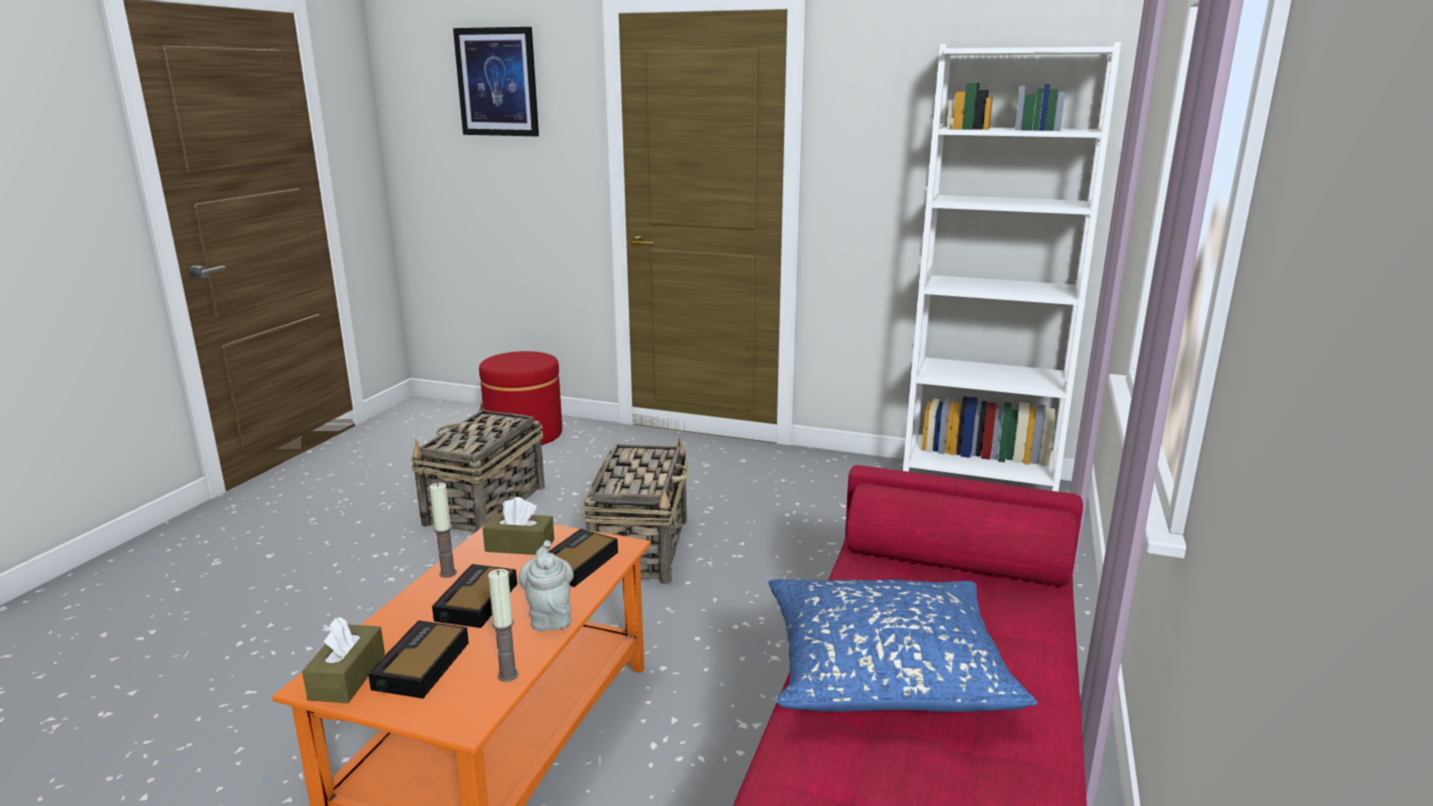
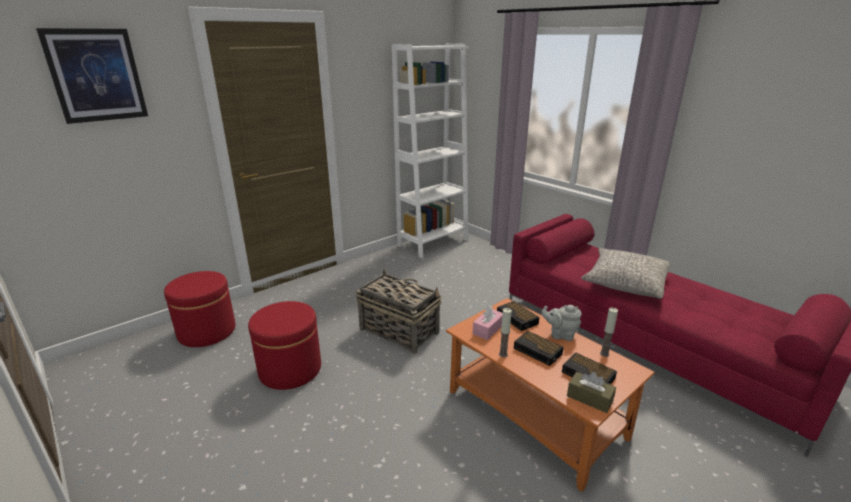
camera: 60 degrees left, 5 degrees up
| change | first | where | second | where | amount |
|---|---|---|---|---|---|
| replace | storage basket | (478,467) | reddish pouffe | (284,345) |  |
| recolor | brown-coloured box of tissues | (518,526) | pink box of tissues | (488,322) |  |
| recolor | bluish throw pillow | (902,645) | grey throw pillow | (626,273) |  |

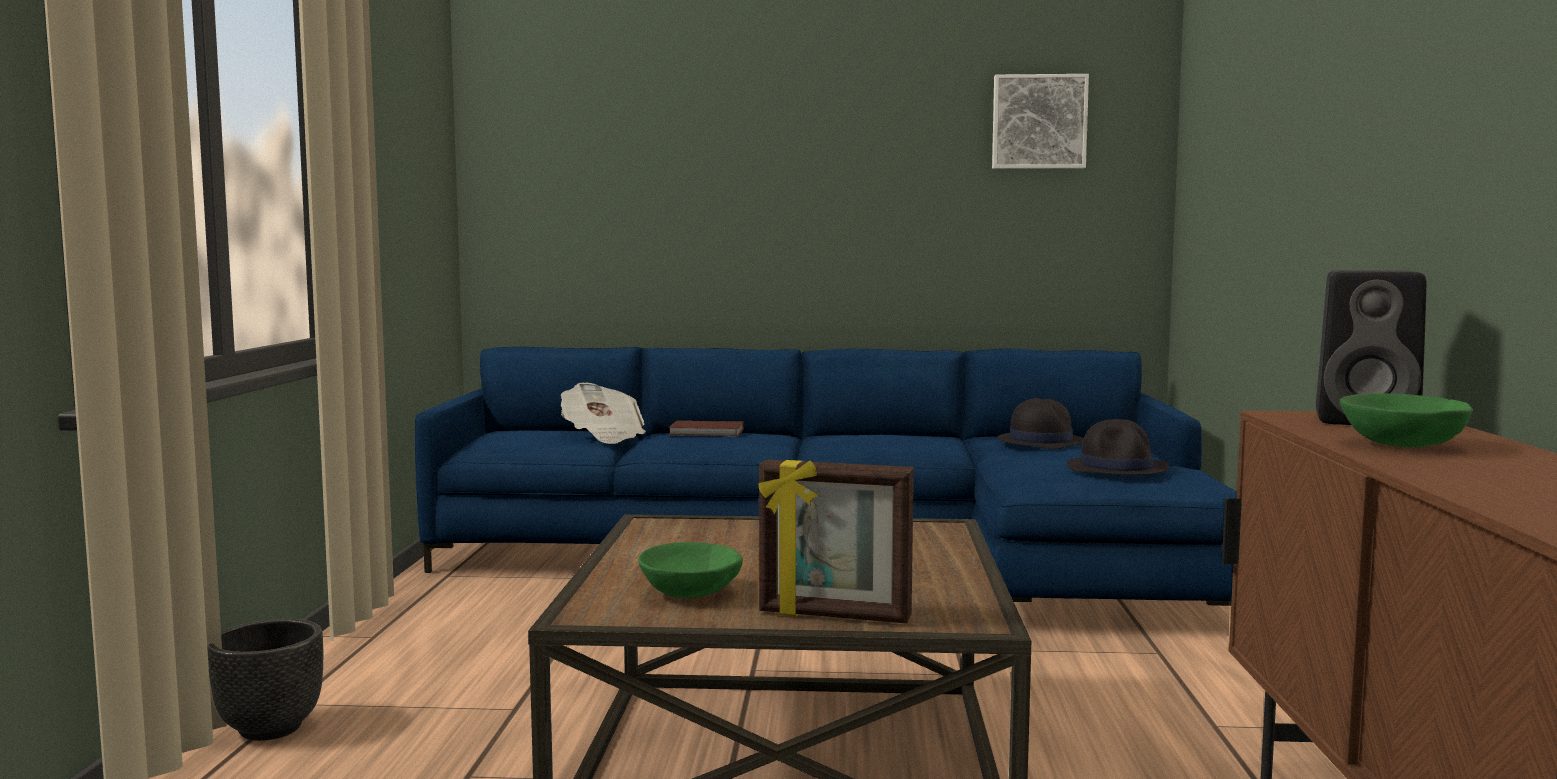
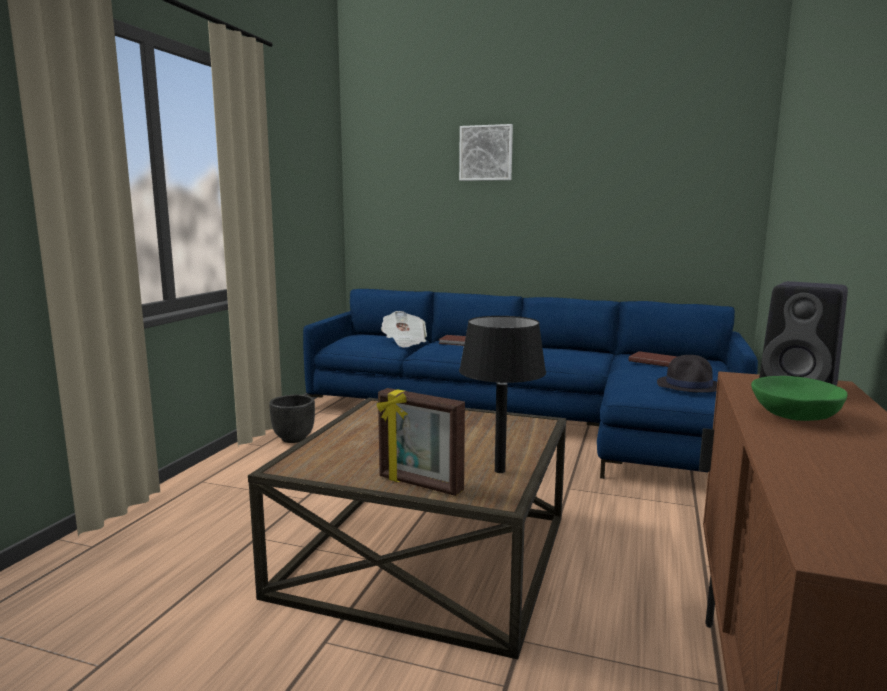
camera: 15 degrees right, 5 degrees up
| change | first | where | second | where | amount |
|---|---|---|---|---|---|
| move | blackish plant pot | (265,680) |  | (292,419) |  |
| move | picture | (1040,121) |  | (486,152) |  |
| insert |  |  | blackish lamp for a table | (502,394) |  |
| replace | blackish clothing hat | (1040,423) | brown-coloured book | (653,359) |  |
| delete | green-coloured deep dish | (690,570) |  |  |  |

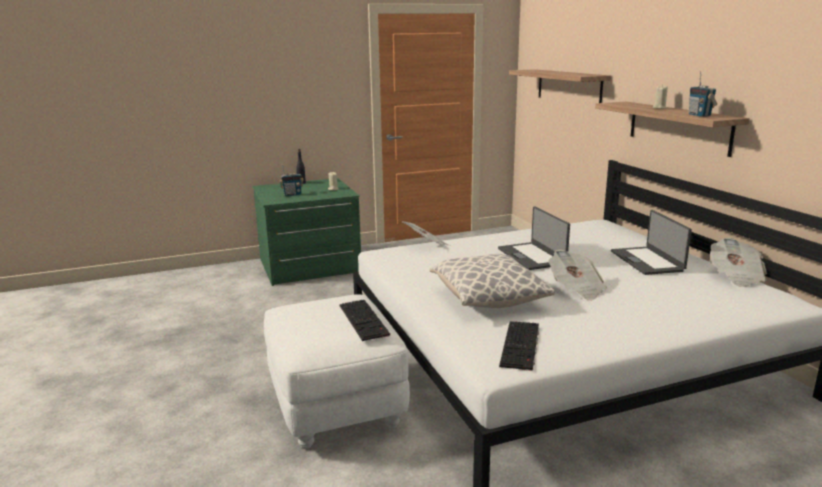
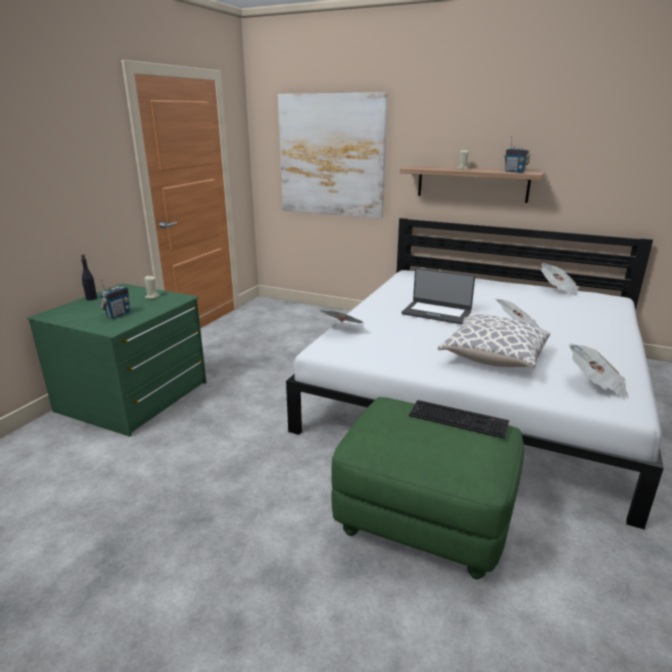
camera: 45 degrees left, 5 degrees up
| change | first | where | second | where | amount |
|---|---|---|---|---|---|
| replace | wall shelf | (560,86) | picture | (333,155) |  |
| recolor | white-coloured pouffe | (337,371) | green-coloured pouffe | (427,488) |  |
| replace | keyboard | (519,346) | newspaper | (599,371) |  |
| delete | notebook computer | (651,242) |  |  |  |

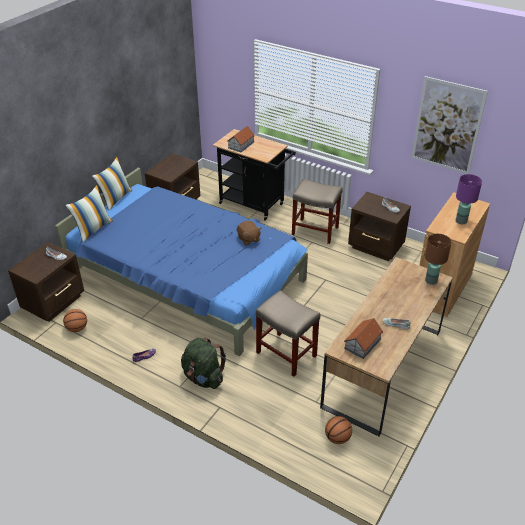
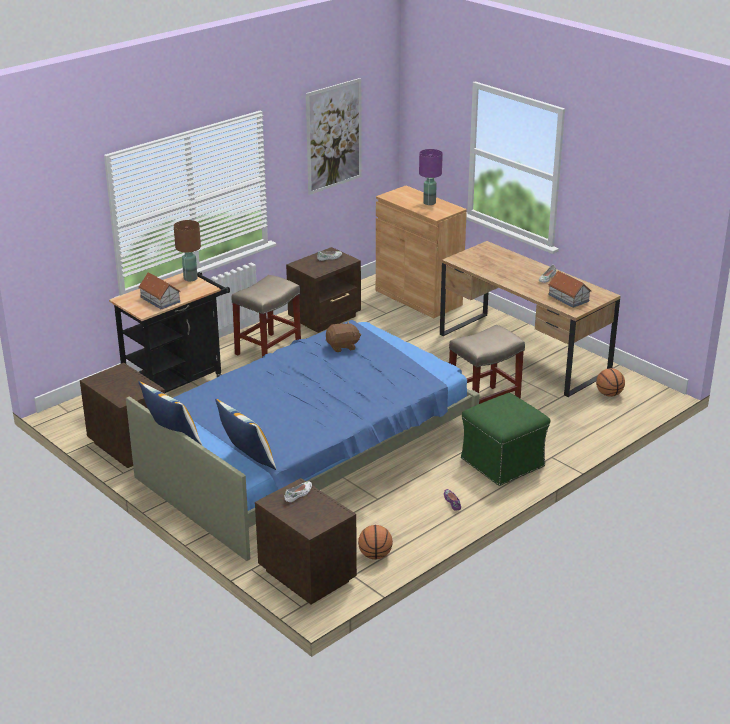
camera: 75 degrees left, 10 degrees down
| change | first | where | second | where | amount |
|---|---|---|---|---|---|
| move | brown-coloured lamp for a table | (438,259) |  | (187,250) |  |
| replace | green-coloured rucksack | (203,363) | green-coloured pouffe | (506,439) |  |

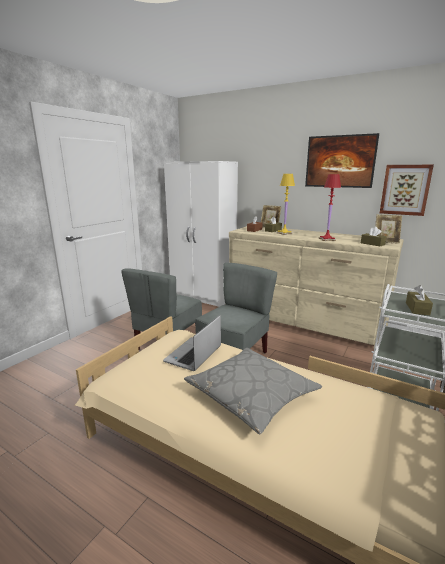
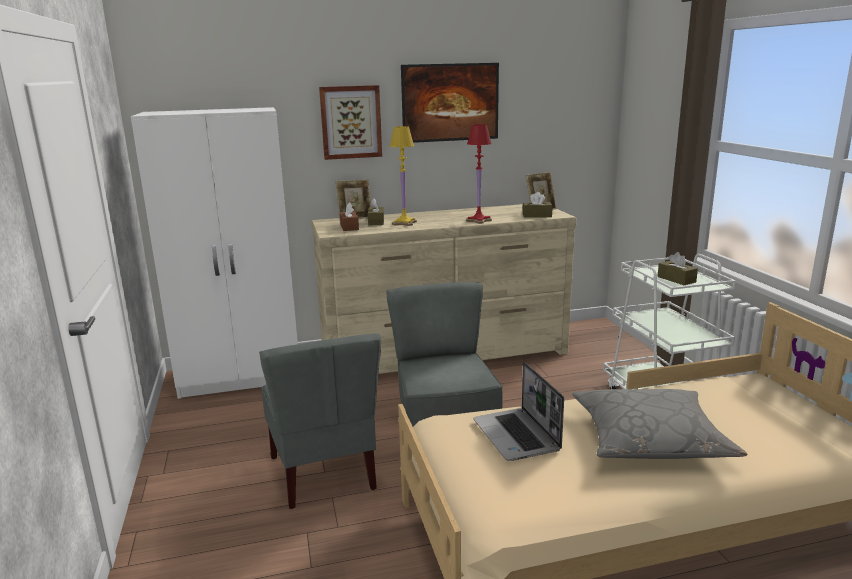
camera: 45 degrees left, 0 degrees up
| change | first | where | second | where | amount |
|---|---|---|---|---|---|
| move | picture | (407,190) |  | (350,122) |  |

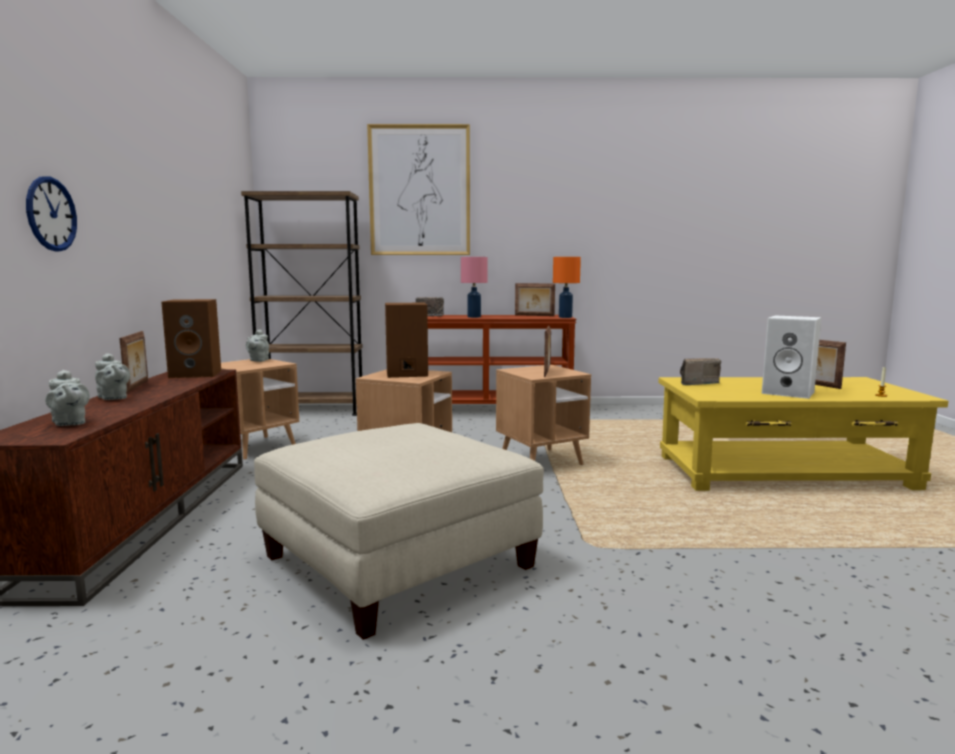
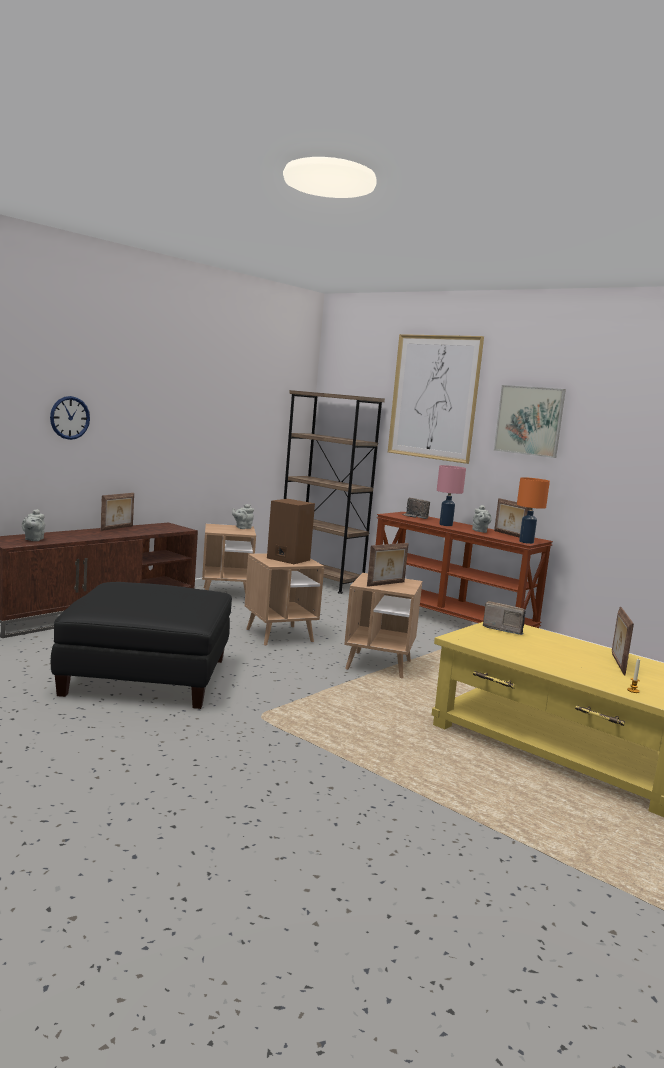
camera: 40 degrees right, 0 degrees up
| change | first | where | second | where | amount |
|---|---|---|---|---|---|
| recolor | beige-coloured pouffe | (399,531) | blackish pouffe | (141,645) |  |
| move | grey pot for tea | (112,376) |  | (482,519) |  |
| insert |  |  | picture | (530,421) |  |
| delete | brown-coloured loudspeaker | (191,338) |  |  |  |
| delete | white-coloured loudspeaker | (792,357) |  |  |  |

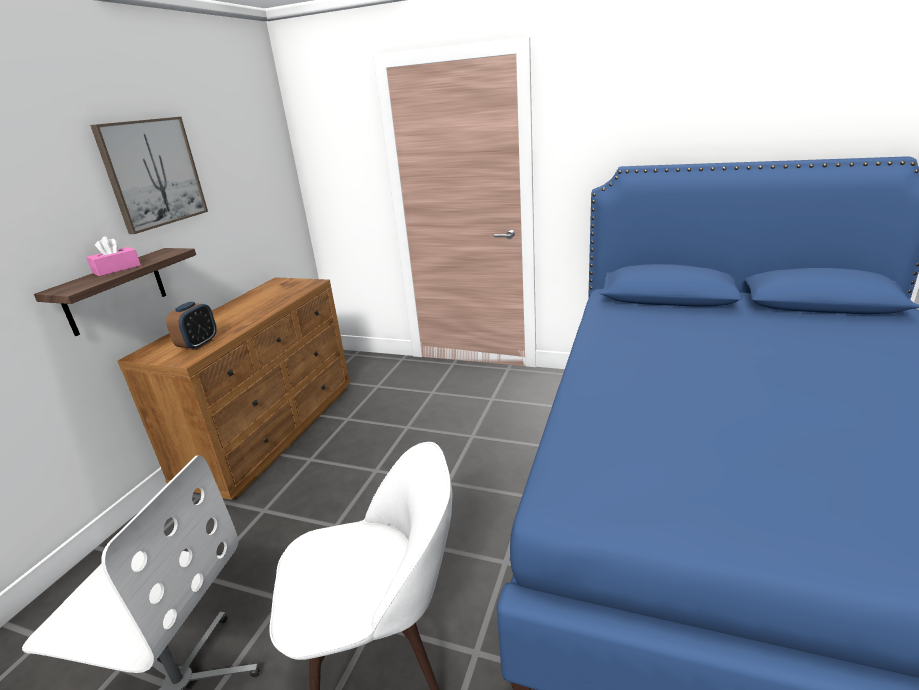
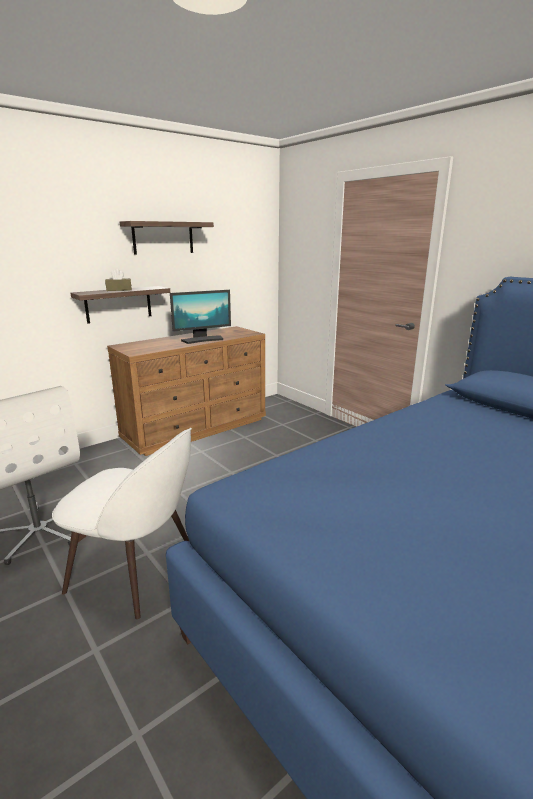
camera: 30 degrees right, 5 degrees down
| change | first | where | second | where | amount |
|---|---|---|---|---|---|
| recolor | pink box of tissues | (113,256) | brown-coloured box of tissues | (118,280) |  |
| replace | picture | (149,175) | wall shelf | (167,238) |  |
| insert |  |  | monitor | (200,317) |  |
| delete | alarm clock | (191,326) |  |  |  |

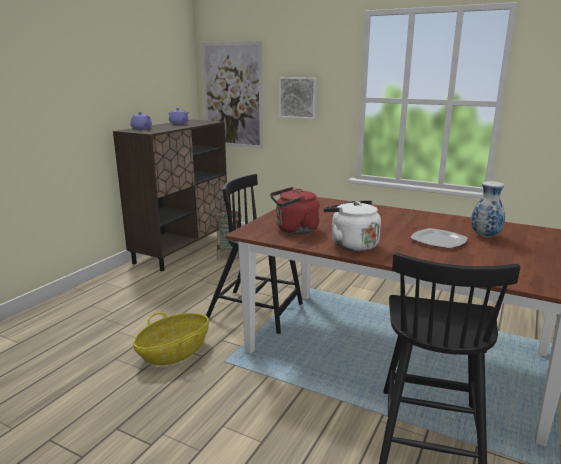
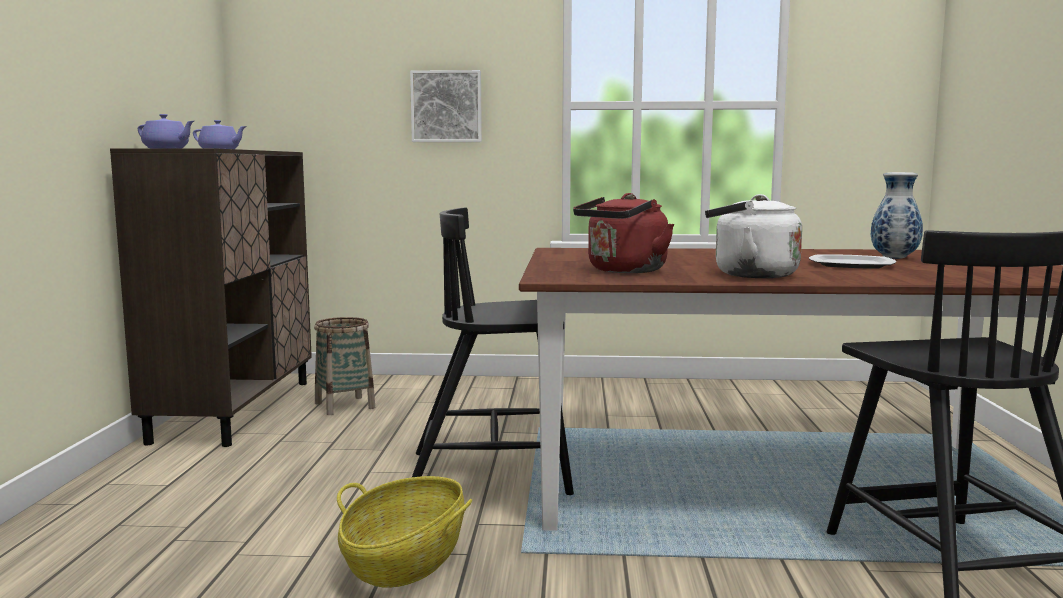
camera: 25 degrees left, 10 degrees down
| change | first | where | second | where | amount |
|---|---|---|---|---|---|
| delete | picture | (232,95) |  |  |  |

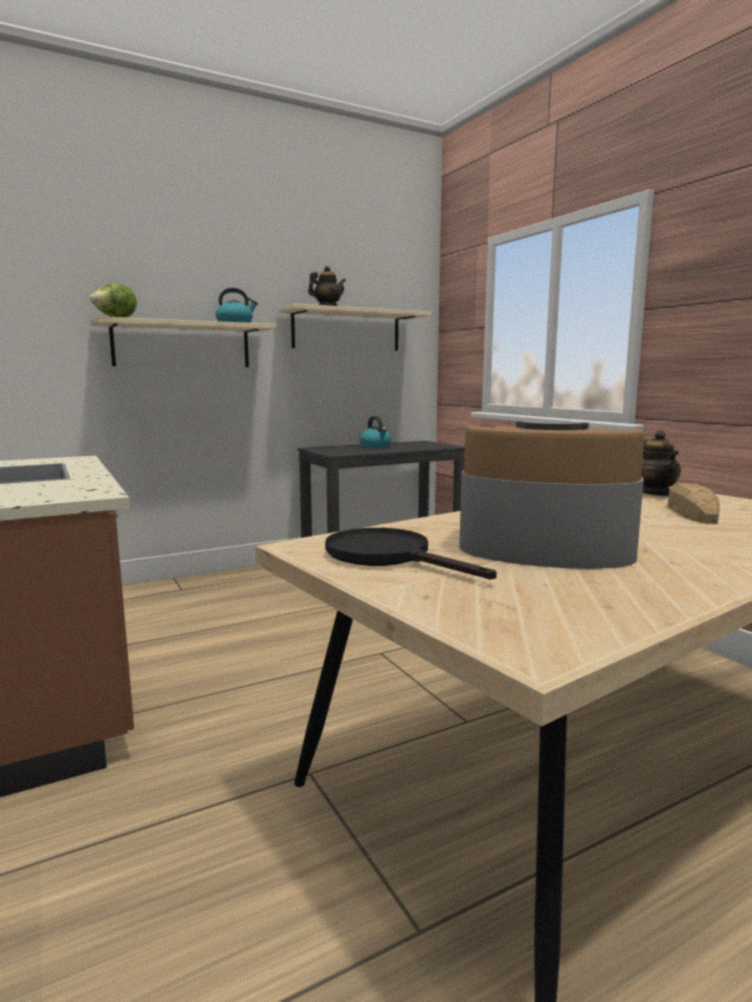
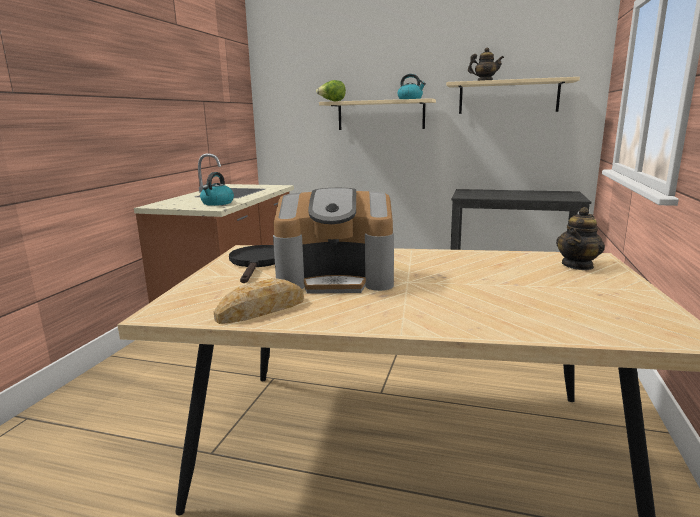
camera: 45 degrees right, 5 degrees up
| change | first | where | second | where | amount |
|---|---|---|---|---|---|
| move | kettle | (375,432) |  | (217,189) |  |
| move | bakery bread | (694,503) |  | (259,301) |  |
| rotate | coffee brewer | (552,495) |  | (333,241) | 120 degrees clockwise |

